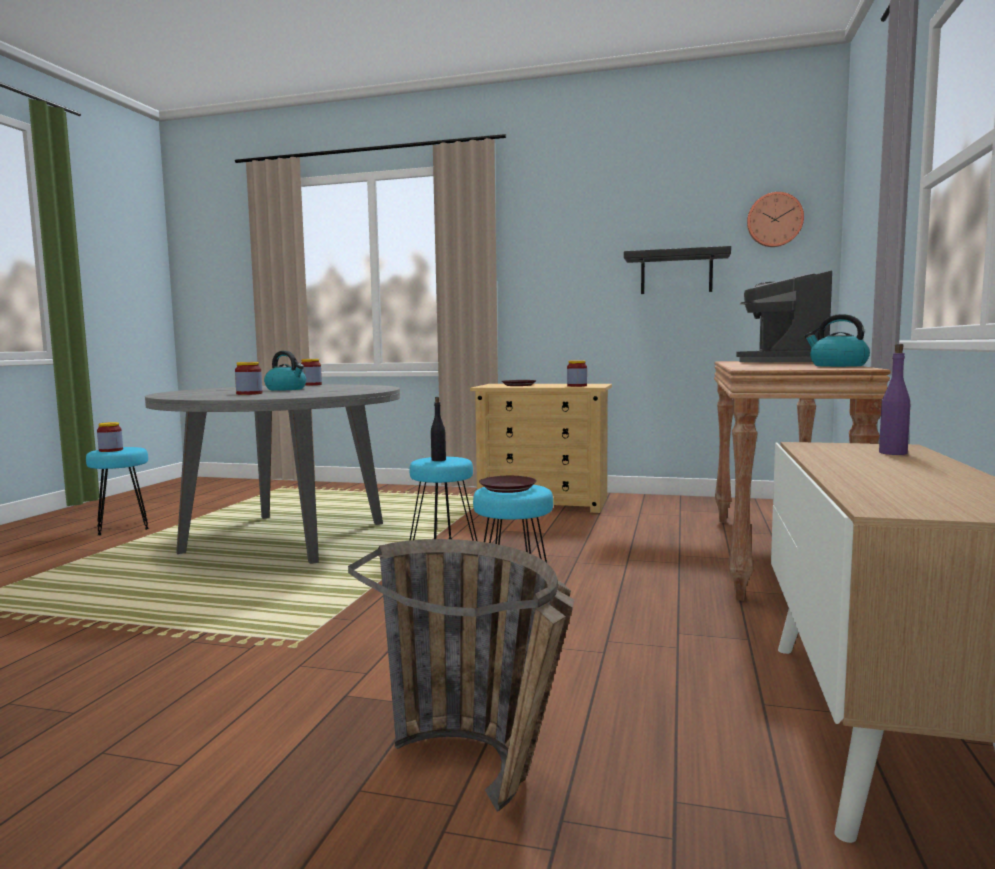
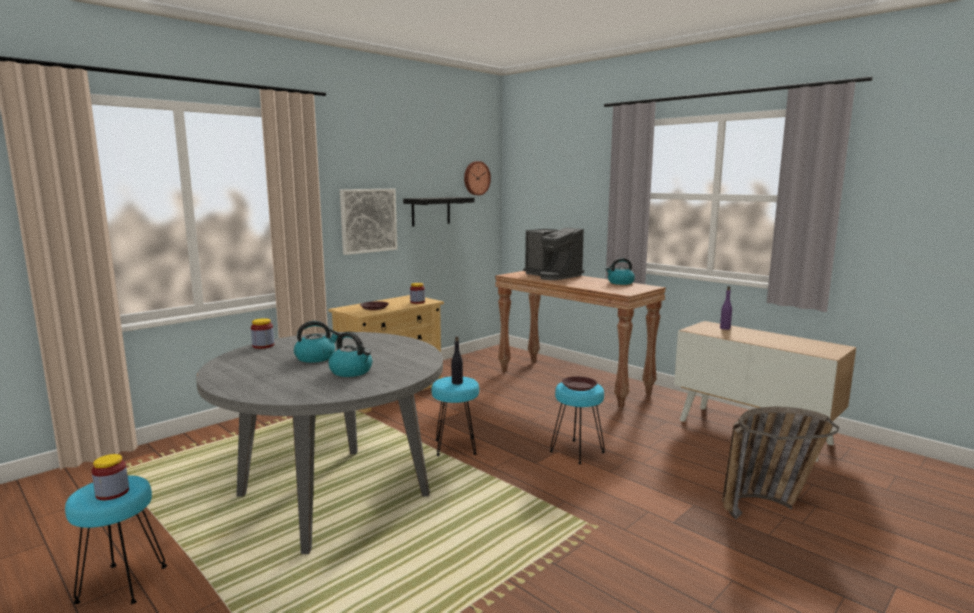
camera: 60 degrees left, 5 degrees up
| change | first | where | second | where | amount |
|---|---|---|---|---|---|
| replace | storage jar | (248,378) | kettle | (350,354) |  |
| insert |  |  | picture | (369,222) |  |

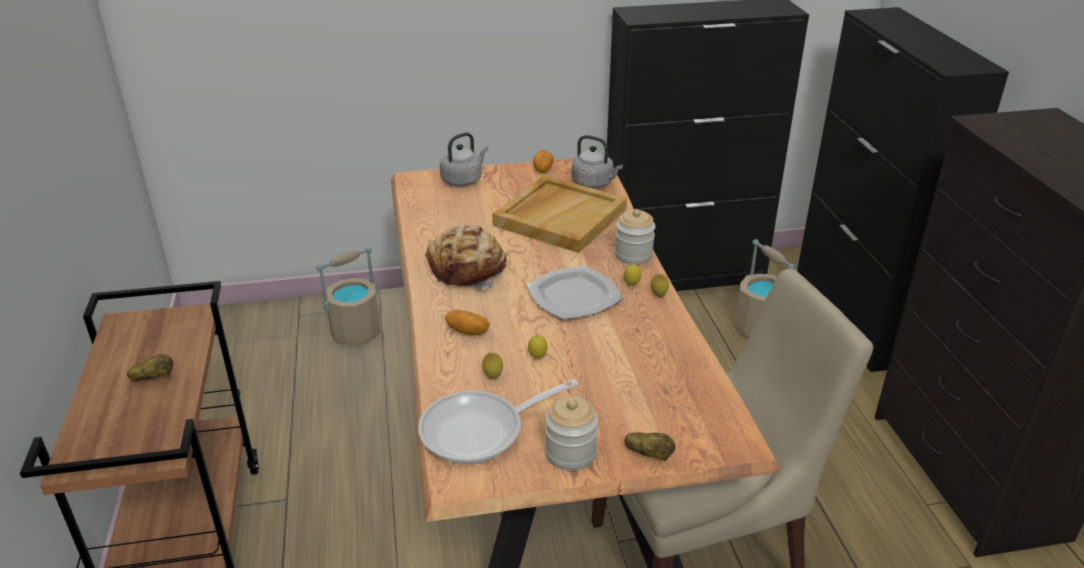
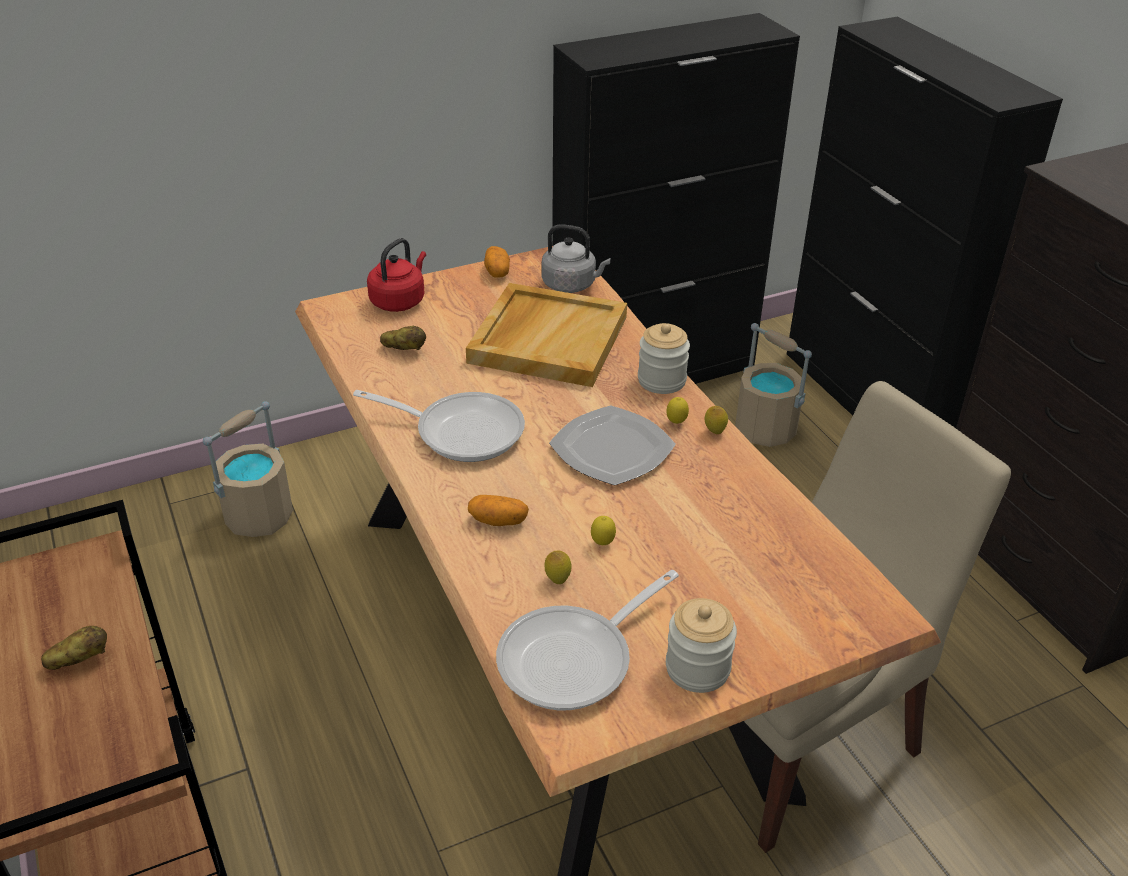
camera: 15 degrees left, 5 degrees up
| change | first | where | second | where | amount |
|---|---|---|---|---|---|
| replace | bakery bread | (466,257) | skillet | (439,426) |  |
| recolor | grey kettle | (464,159) | reddish kettle | (396,275) |  |
| move | potato | (650,446) |  | (403,338) |  |

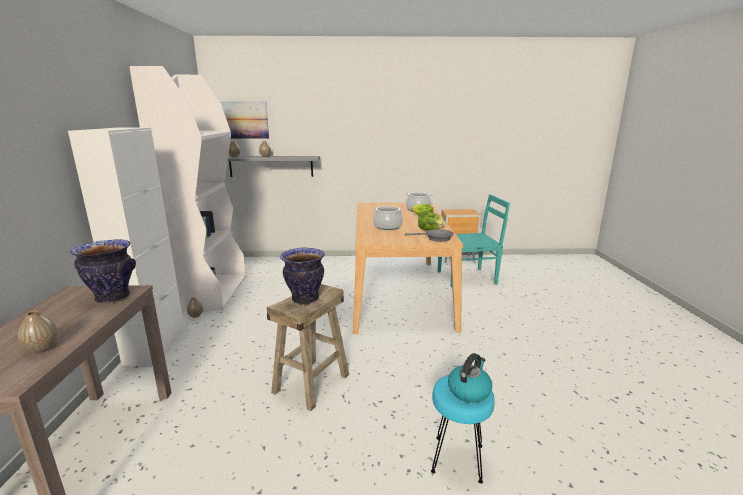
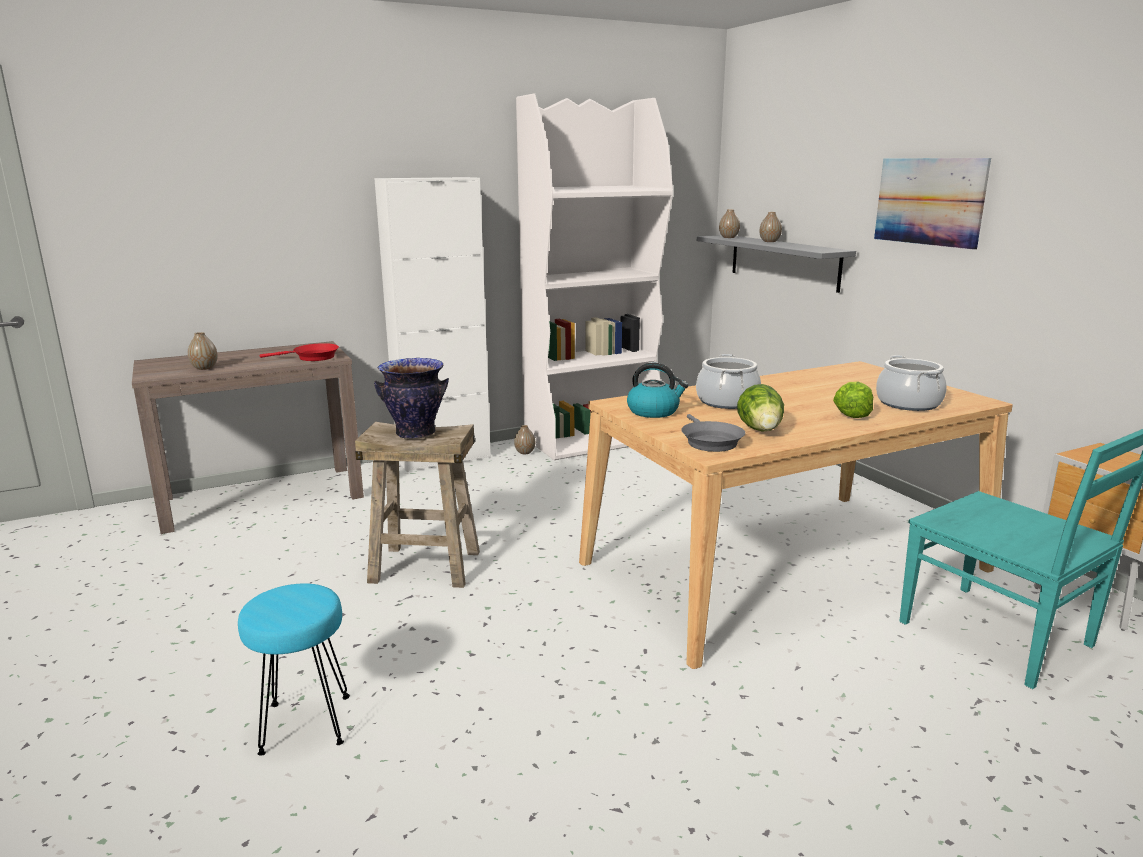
camera: 65 degrees right, 0 degrees up
| change | first | where | second | where | amount |
|---|---|---|---|---|---|
| replace | flower vase | (103,271) | reddish skillet | (299,352) |  |
| move | kettle | (470,378) |  | (657,390) |  |
| move | picture | (244,120) |  | (932,204) |  |

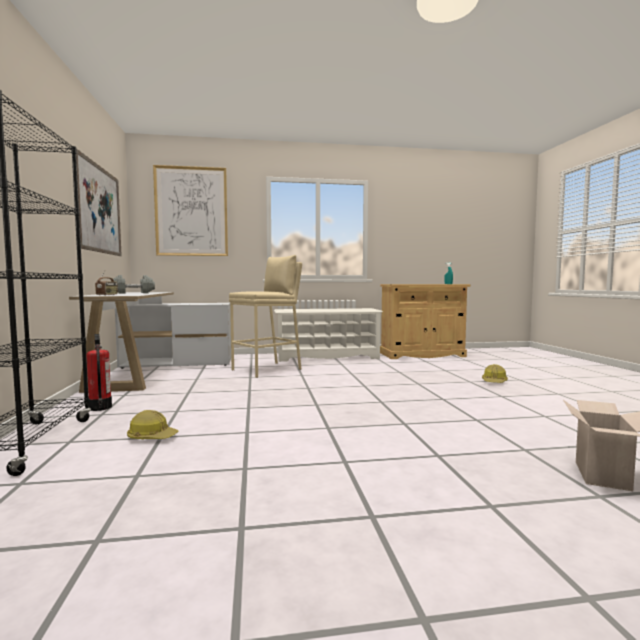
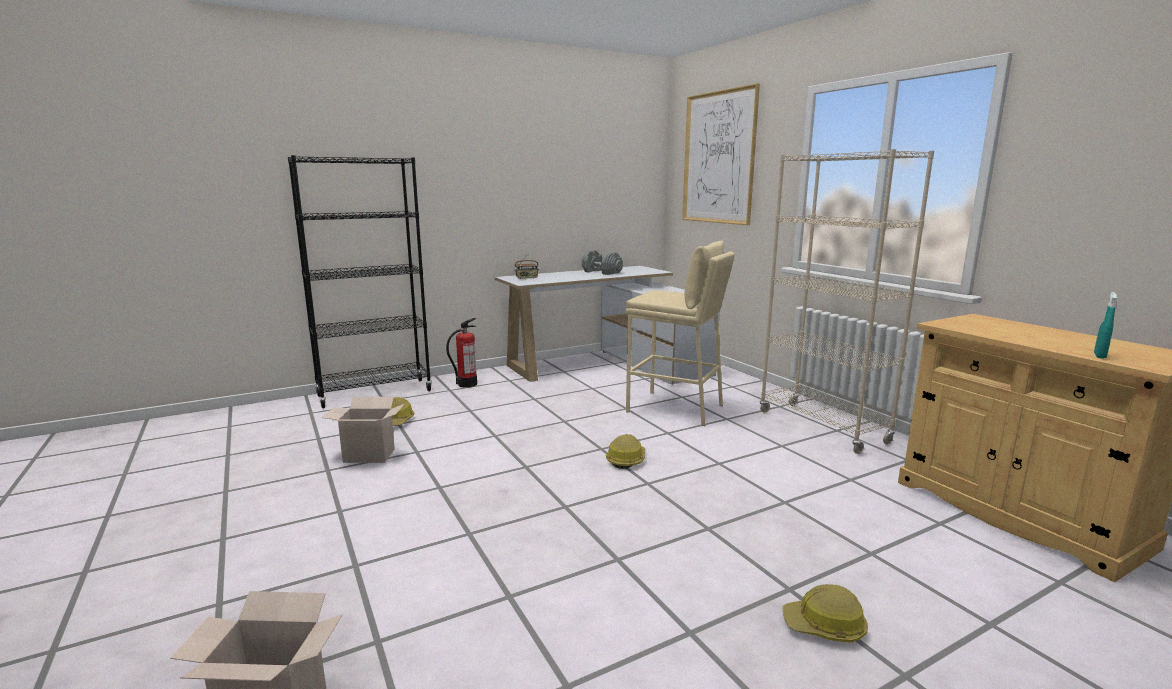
camera: 70 degrees right, 10 degrees up
| change | first | where | second | where | amount |
|---|---|---|---|---|---|
| insert |  |  | carton | (363,430) |  |
| insert |  |  | work helmet | (626,451) |  |
| replace | white-coloured shoe rack | (328,335) | beige-coloured bookshelf | (847,301) |  |
| delete | picture | (99,202) |  |  |  |

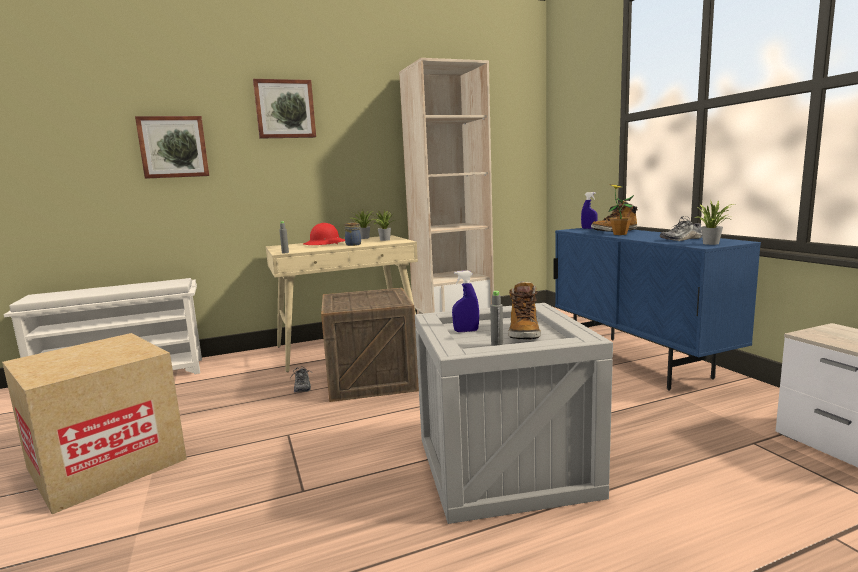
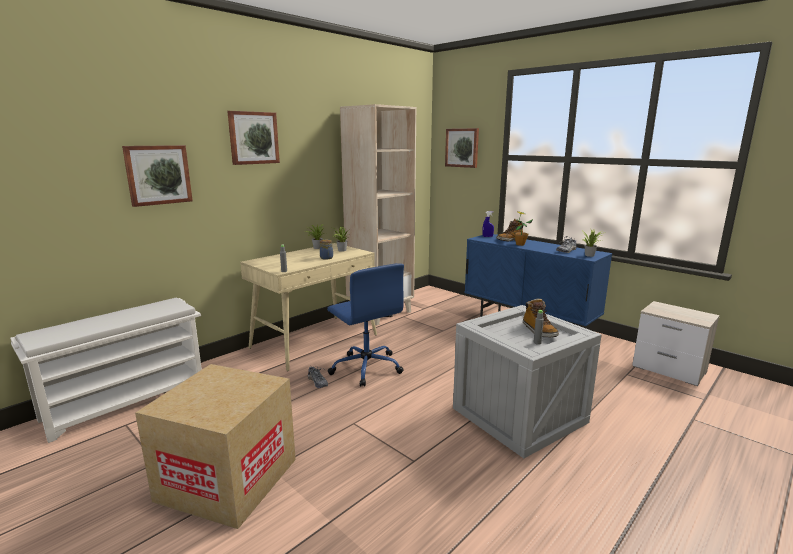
camera: 25 degrees left, 5 degrees up
| change | first | where | second | where | amount |
|---|---|---|---|---|---|
| replace | shipping crate | (370,345) | bluish computer chair | (365,325) |  |
| insert |  |  | picture | (462,148) |  |
| delete | reddish work helmet | (324,234) |  |  |  |
| delete | bluish sprayer | (465,301) |  |  |  |

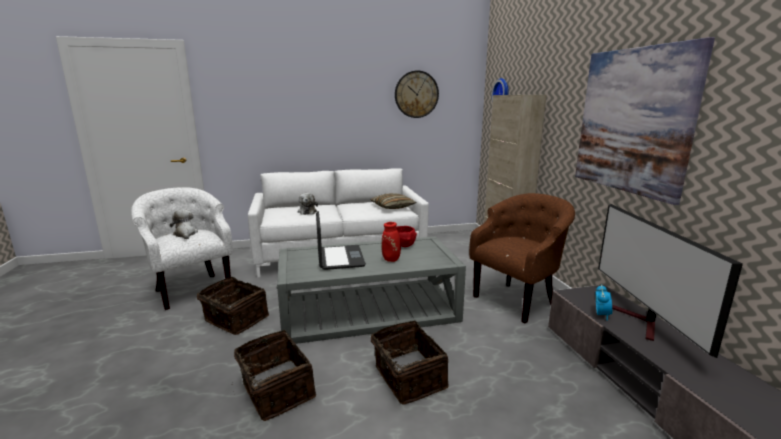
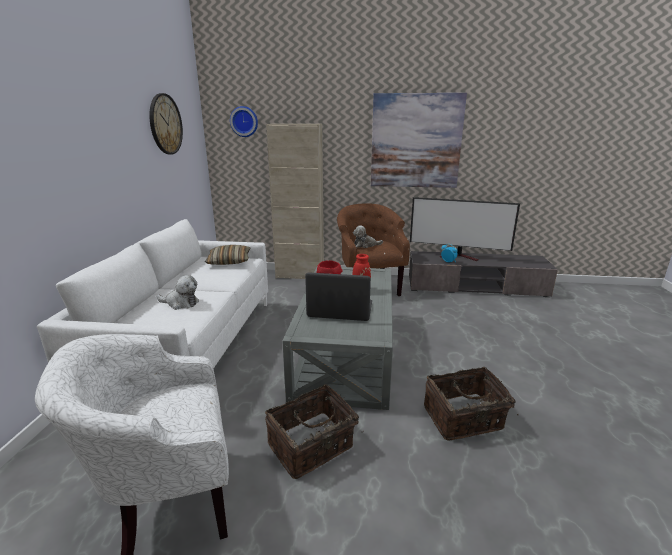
camera: 70 degrees left, 5 degrees up
| change | first | where | second | where | amount |
|---|---|---|---|---|---|
| move | soft toy | (184,224) |  | (368,236) |  |
| delete | storage basket | (410,362) |  |  |  |

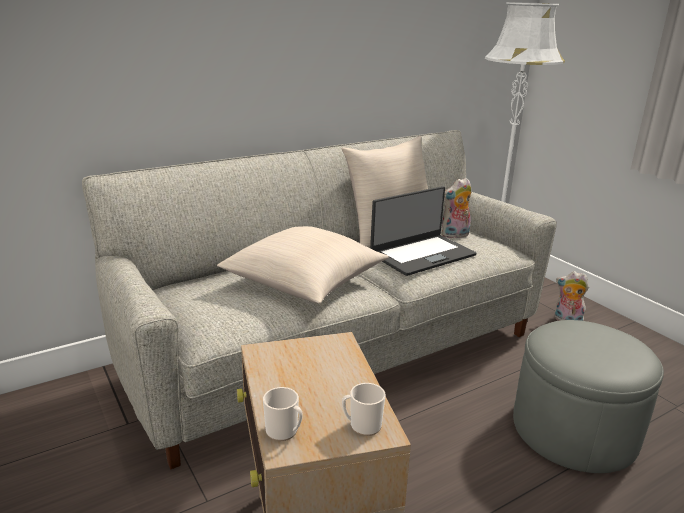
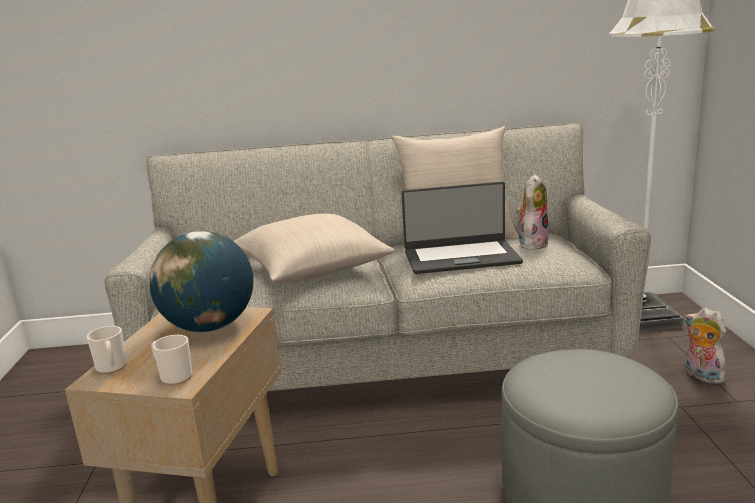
camera: 30 degrees right, 5 degrees down
| change | first | where | second | where | amount |
|---|---|---|---|---|---|
| insert |  |  | world globe | (201,281) |  |
| rotate | soft toy | (457,208) |  | (532,212) | 120 degrees clockwise |

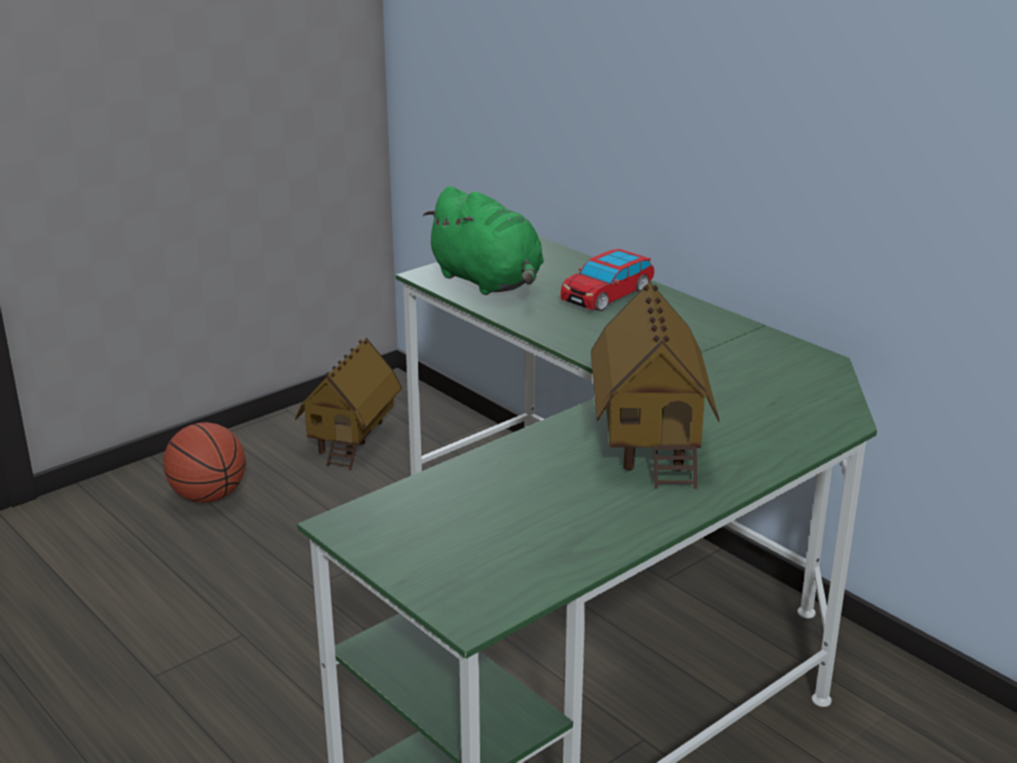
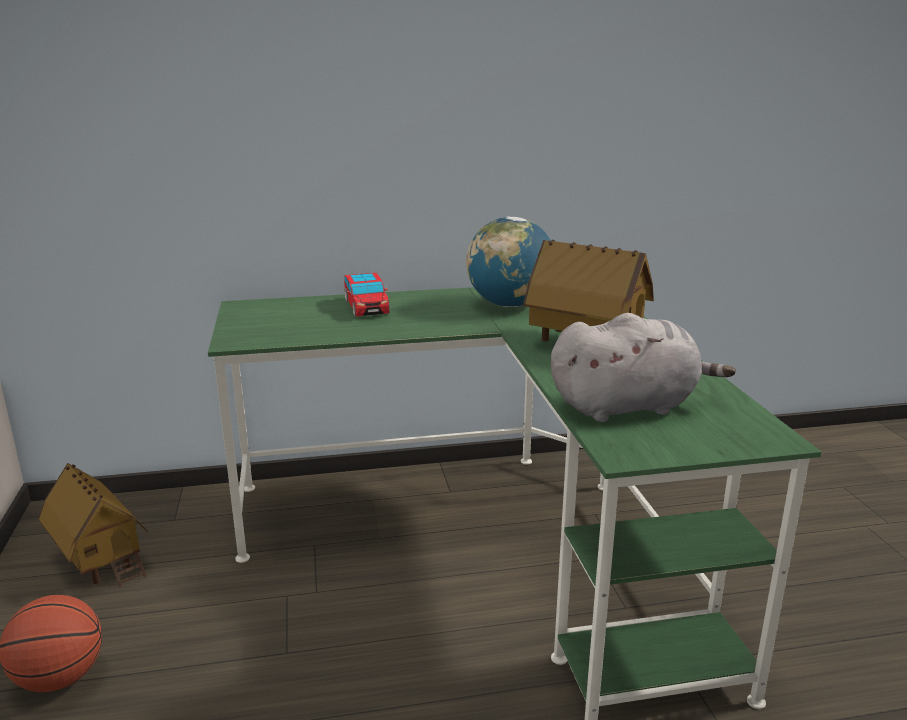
camera: 60 degrees left, 5 degrees down
| change | first | where | second | where | amount |
|---|---|---|---|---|---|
| insert |  |  | world globe | (508,262) |  |
| insert |  |  | grey soft toy | (643,367) |  |
| delete | green-coloured soft toy | (483,240) |  |  |  |

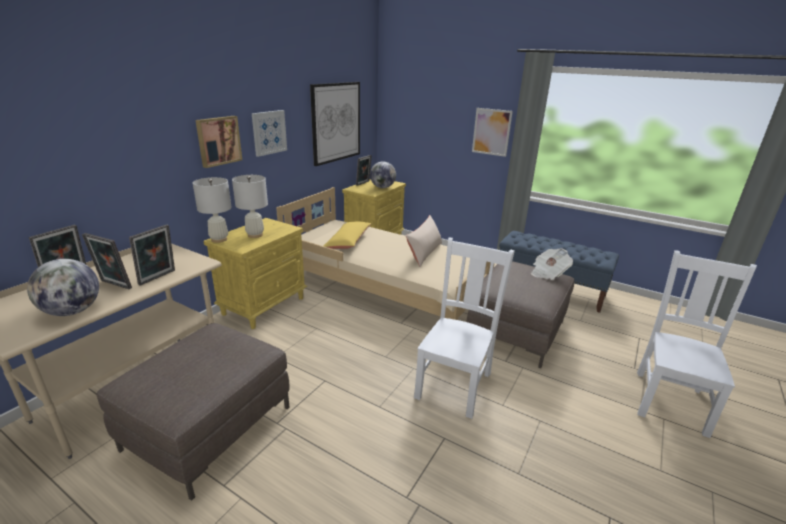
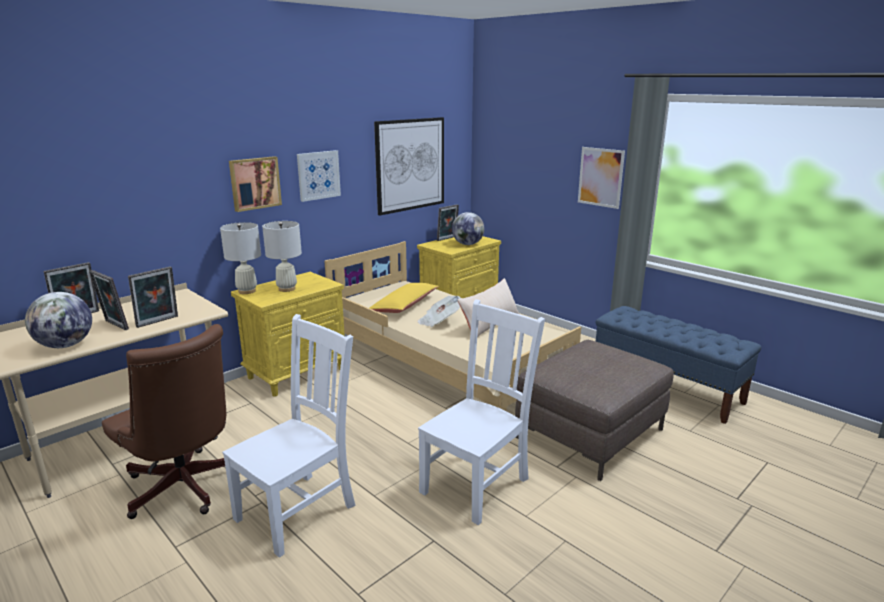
camera: 15 degrees right, 5 degrees down
| change | first | where | second | where | amount |
|---|---|---|---|---|---|
| replace | brown-coloured pouffe | (193,411) | brown-coloured computer chair | (164,421) |  |
| move | white-coloured plain chair | (697,344) |  | (289,436) |  |
| move | newspaper | (552,264) |  | (439,311) |  |

